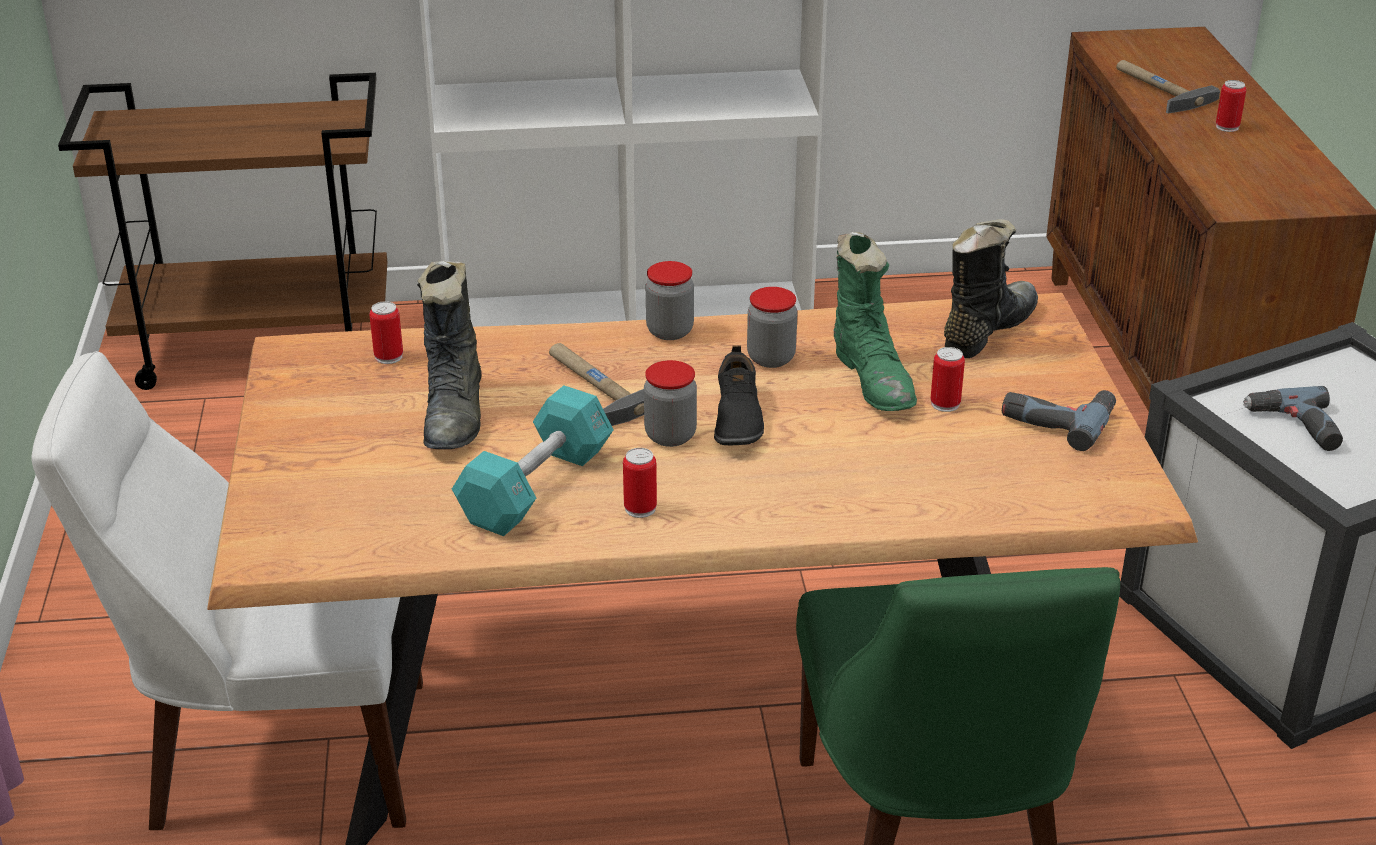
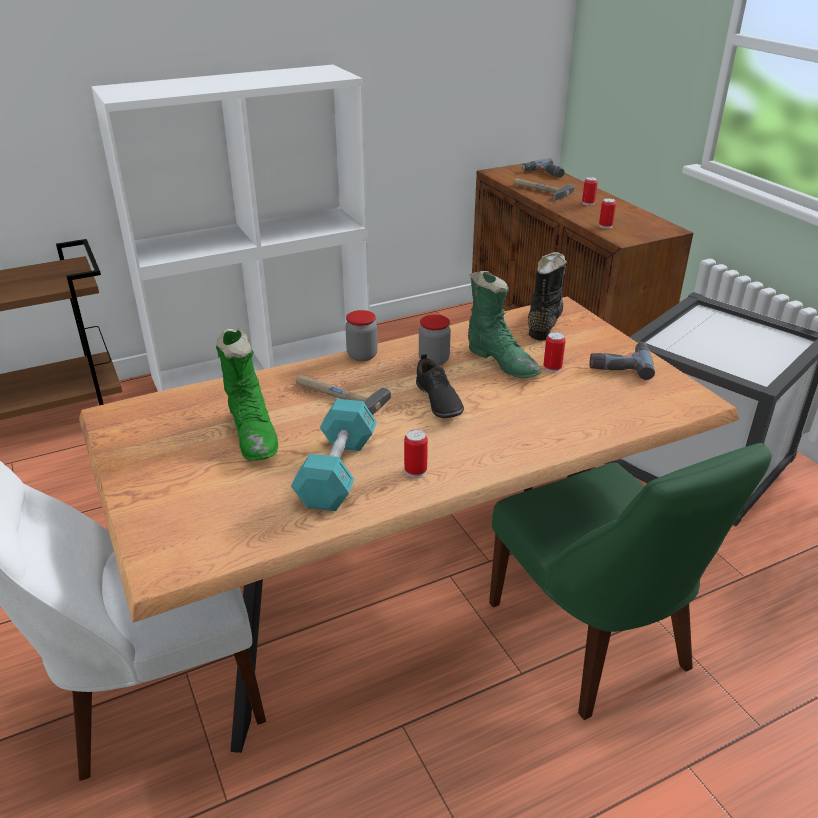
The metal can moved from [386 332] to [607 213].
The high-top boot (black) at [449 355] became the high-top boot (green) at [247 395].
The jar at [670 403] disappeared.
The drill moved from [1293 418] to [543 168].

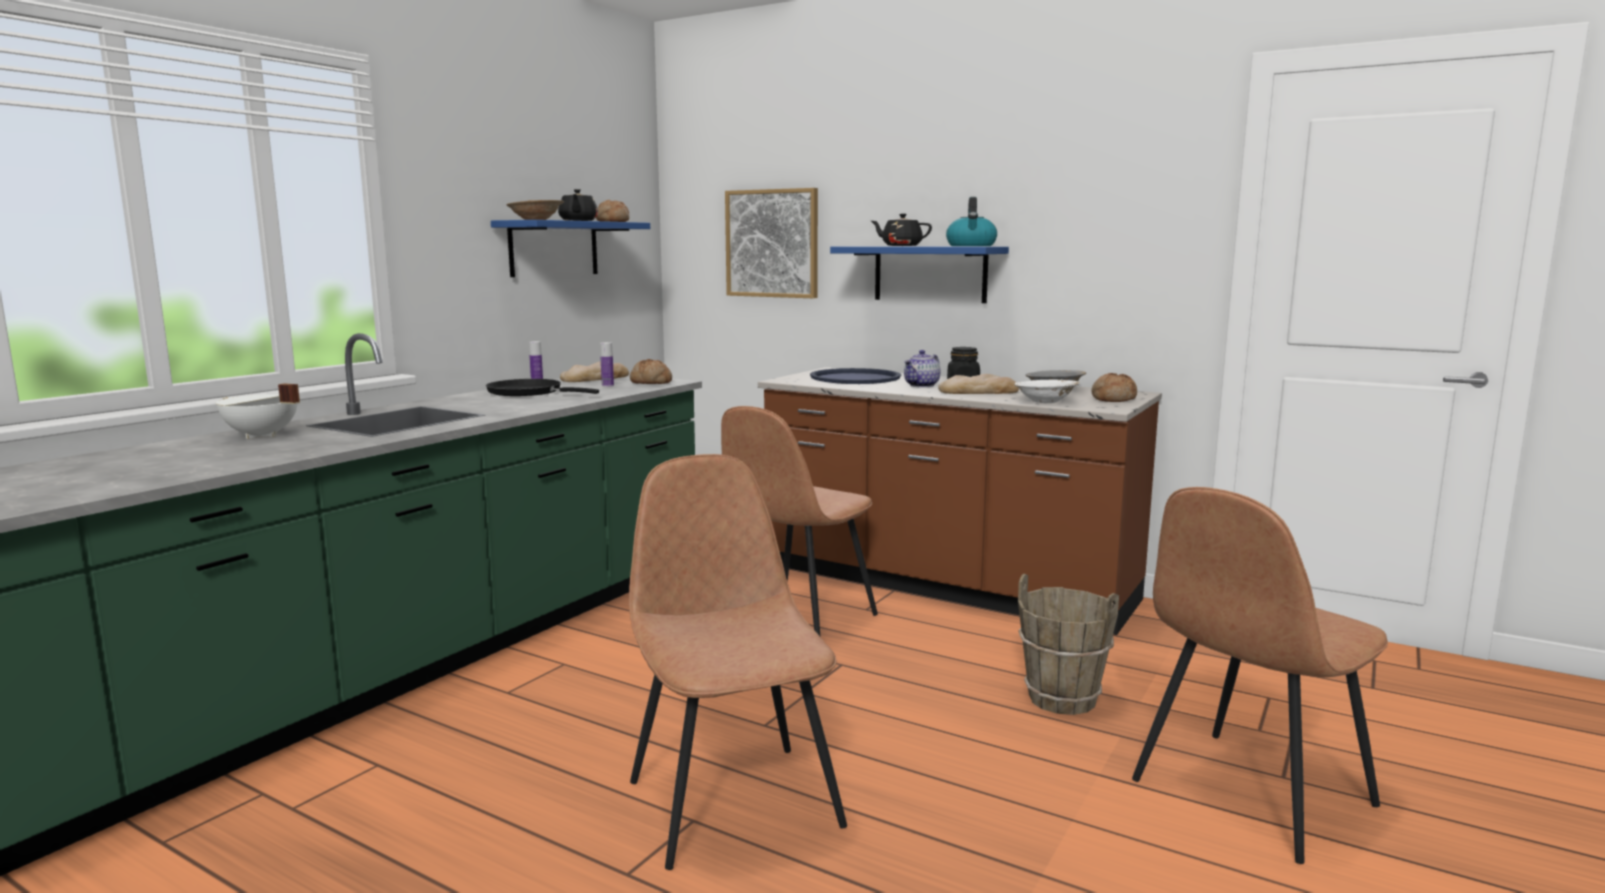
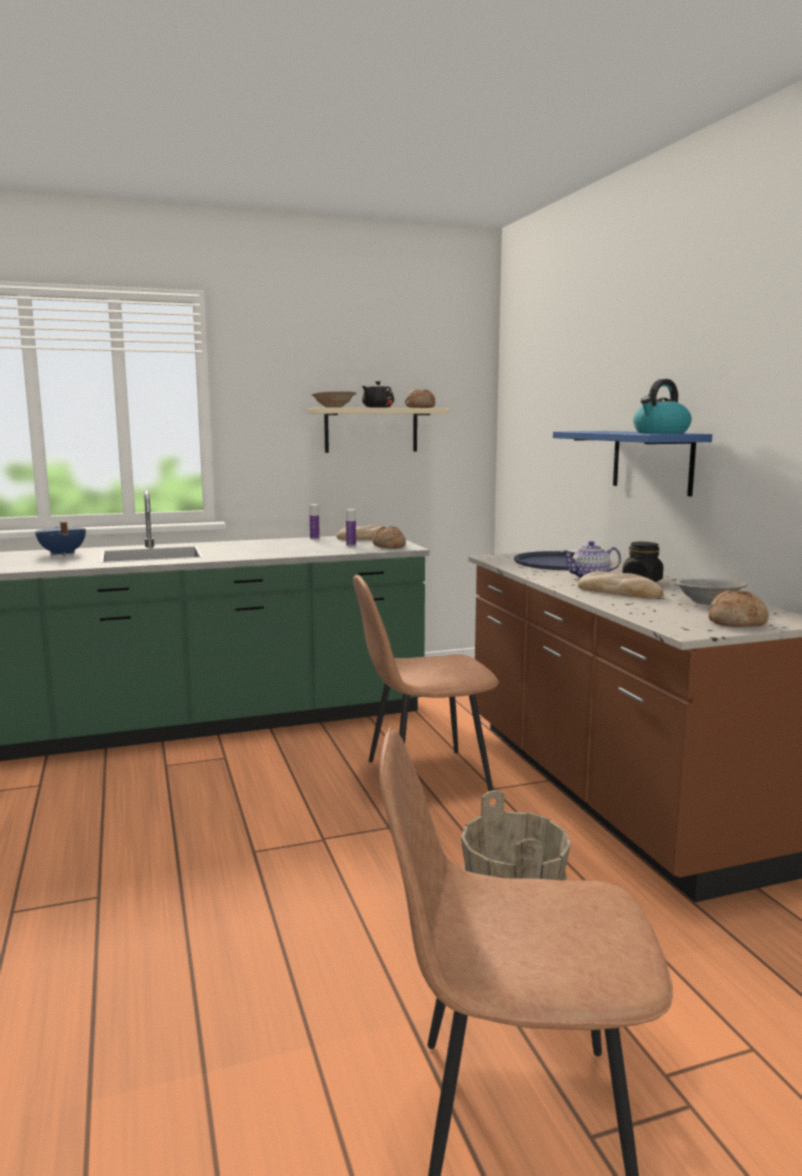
The stockpot (white) at [258 411] became the stockpot (blue-coloured) at [60 538].
The skillet (black) at [542 387] disappeared.
The shelf (blue-coloured) at [570 248] became the shelf (sand-coloured) at [378 430].
The upright chair (brownish) at [738 662] disappeared.
The wall art at [771 243] disappeared.
The pot for tea (black) at [901 230] disappeared.
The bowl (white) at [1047 391] disappeared.

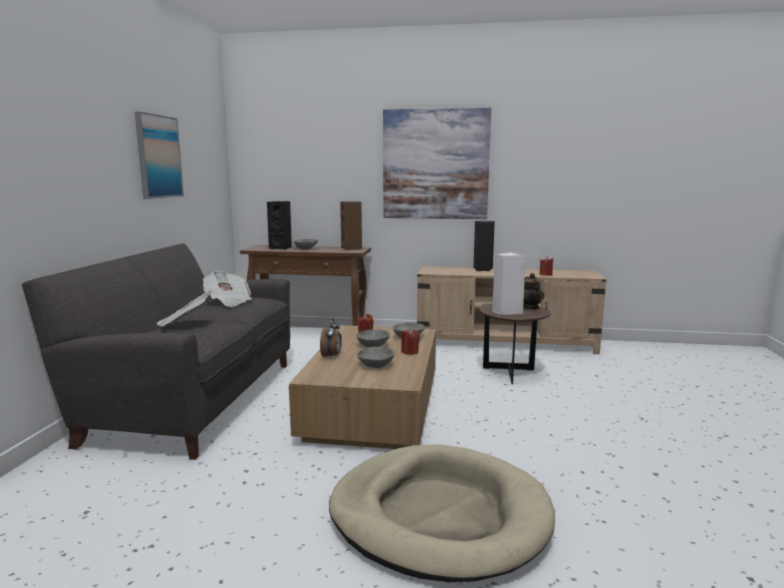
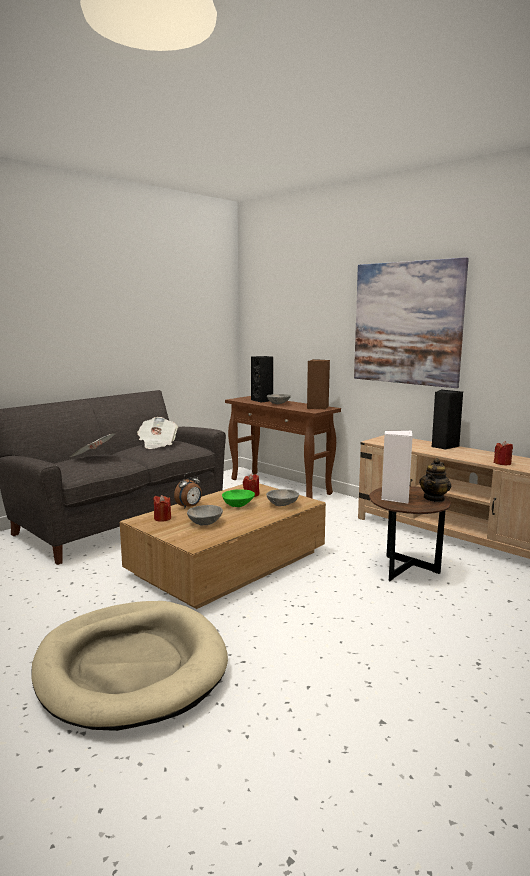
The wall art at [159 155] disappeared.
The bowl (greyish) at [373 338] became the bowl (green) at [238 498].
The wax candle (red-coloured) moved from [410 342] to [162 508].

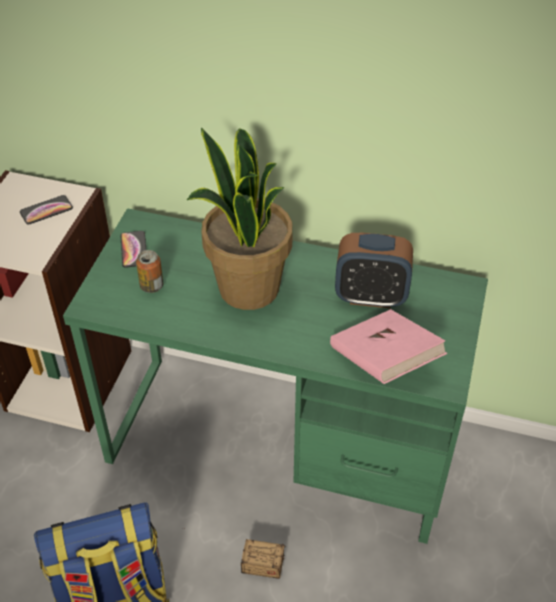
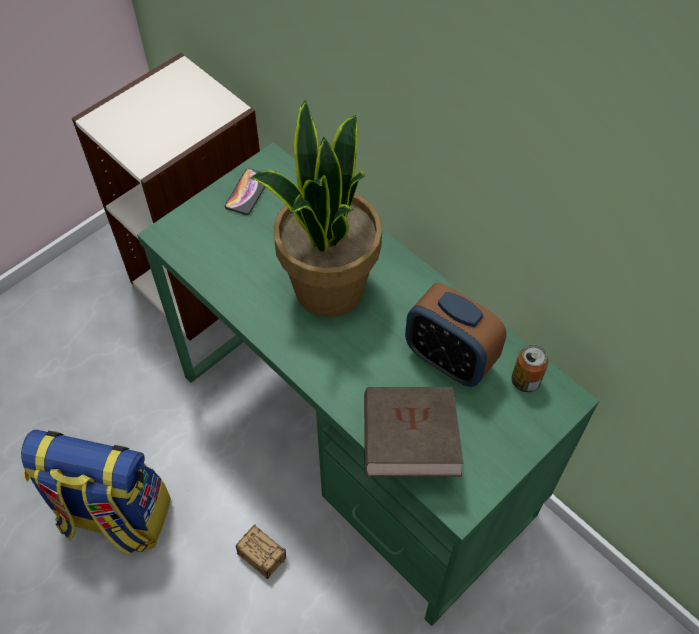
The phone at [46 209] disappeared.
The metal can moved from [149 271] to [530 368].
The bound book (pink) at [388 346] became the bound book (brownish) at [413 432].

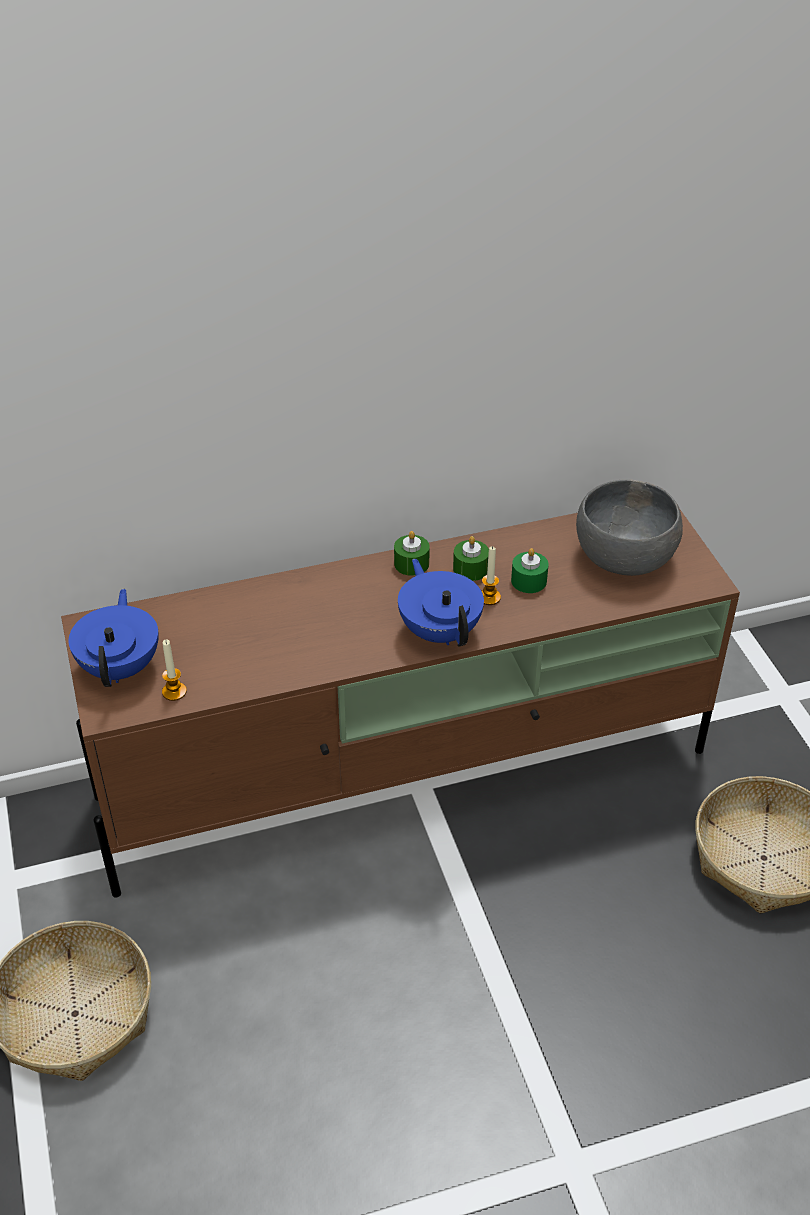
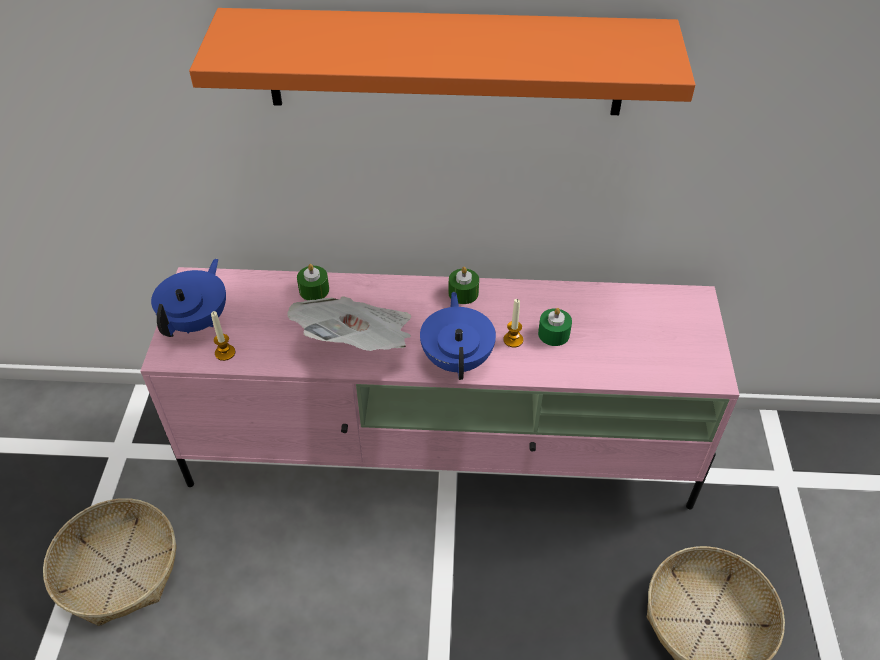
The tv unit (brownish) at [400 702] became the tv unit (pink) at [439 388].
The wax candle (green) moved from [471 558] to [313 282].
The bowl (greyish) at [629 528] disappeared.
The shelf (orange) at [442 61] appeared.
The daily paper at [349 323] appeared.

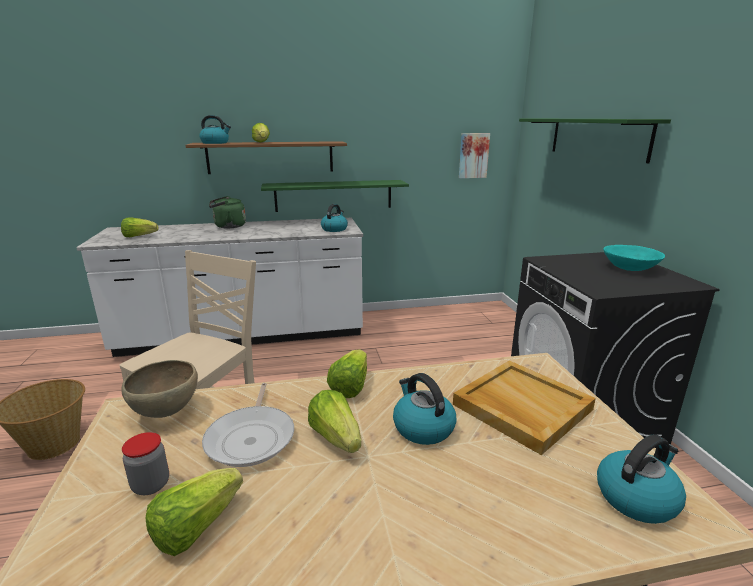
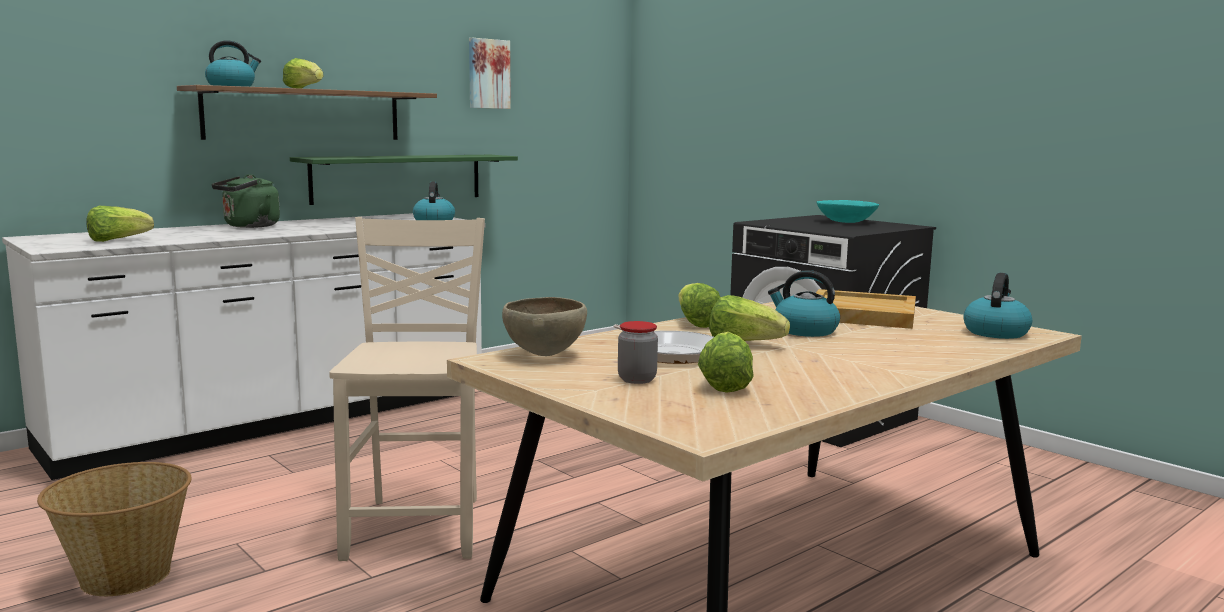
The wall art moved from [474 155] to [490 73].
The shelf (green) at [595 141] disappeared.

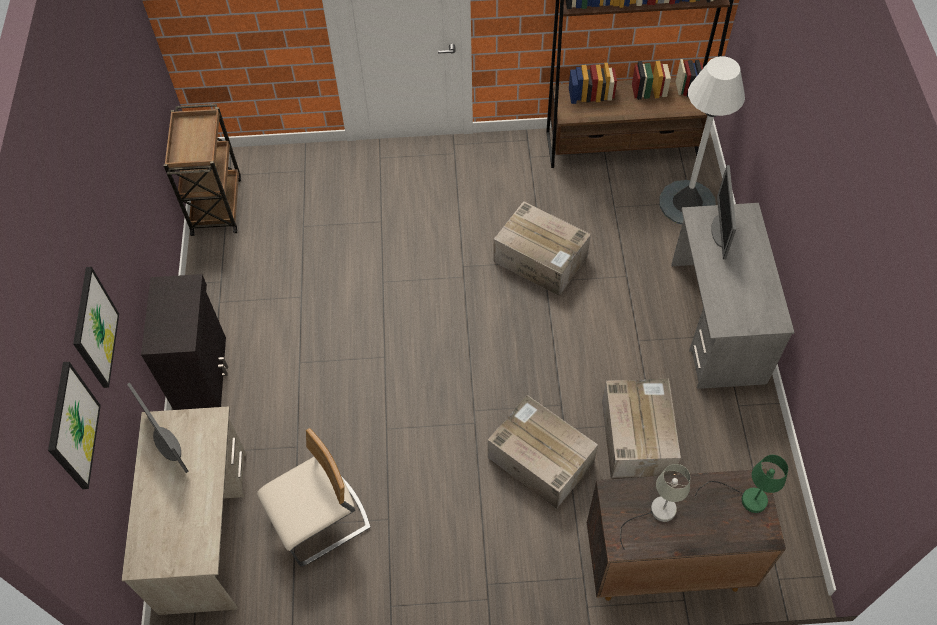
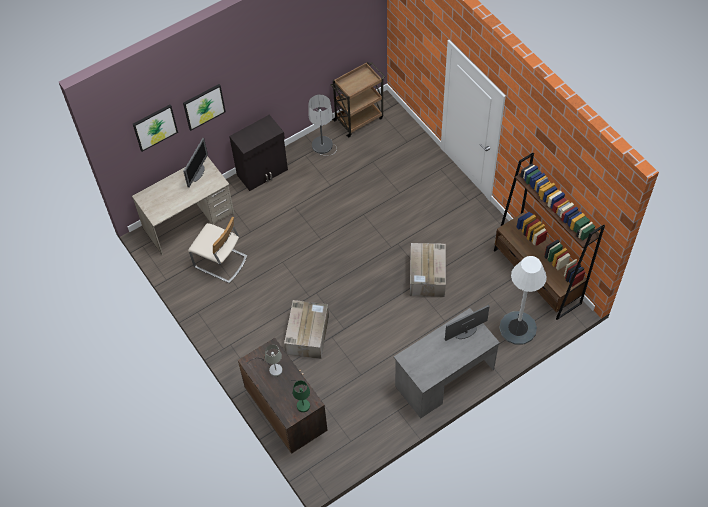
The cardboard box at [641 428] disappeared.
The standard lamp at [322 125] appeared.

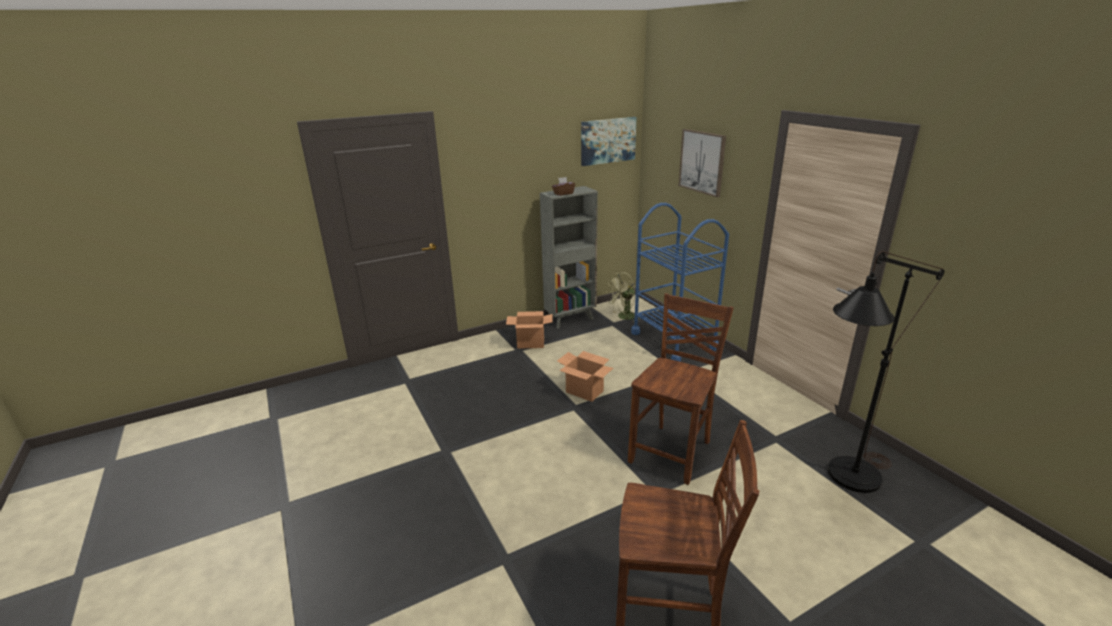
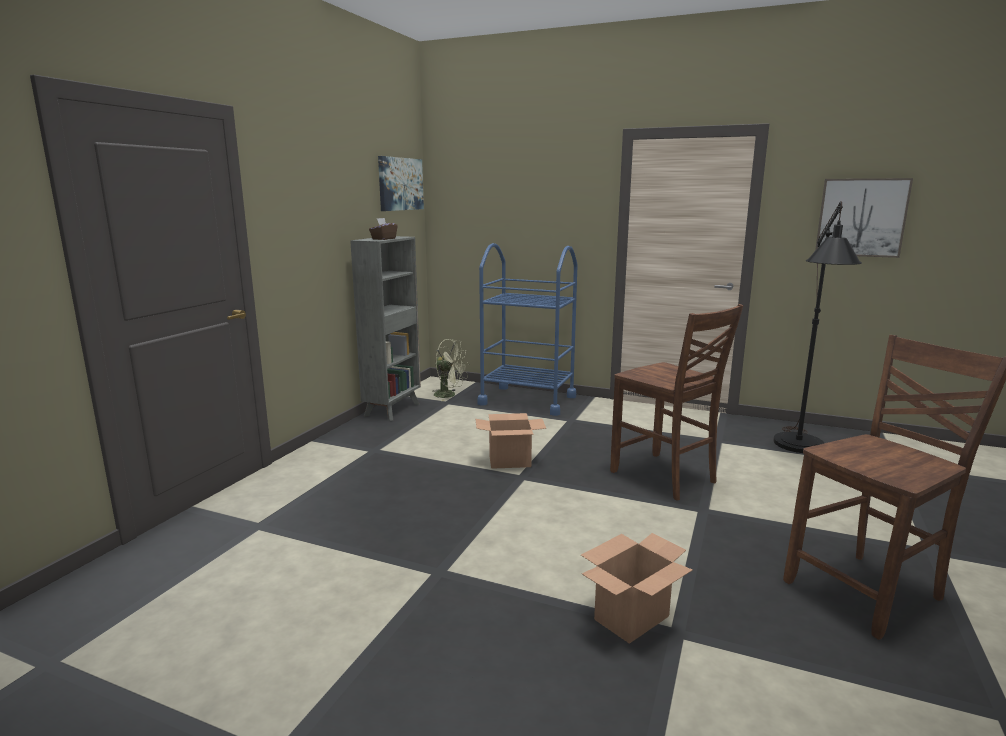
The cardboard box moved from [529 330] to [637 588].
The cooling fan (green) at [623 297] turned 90 degrees counterclockwise.
The upright chair (brownish) at [681 389] turned 150 degrees clockwise.
The wall art moved from [702 163] to [864 218].

